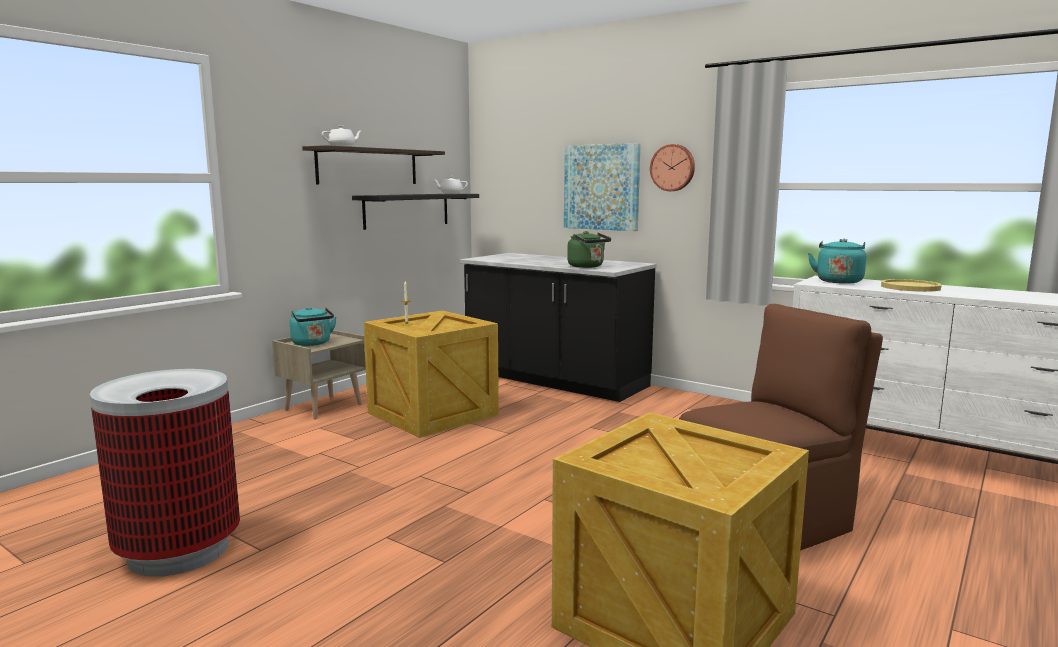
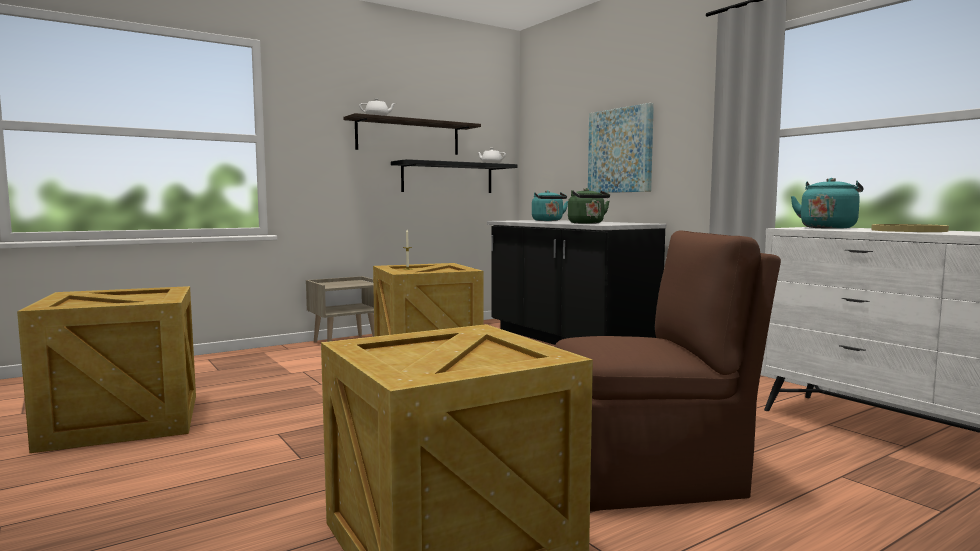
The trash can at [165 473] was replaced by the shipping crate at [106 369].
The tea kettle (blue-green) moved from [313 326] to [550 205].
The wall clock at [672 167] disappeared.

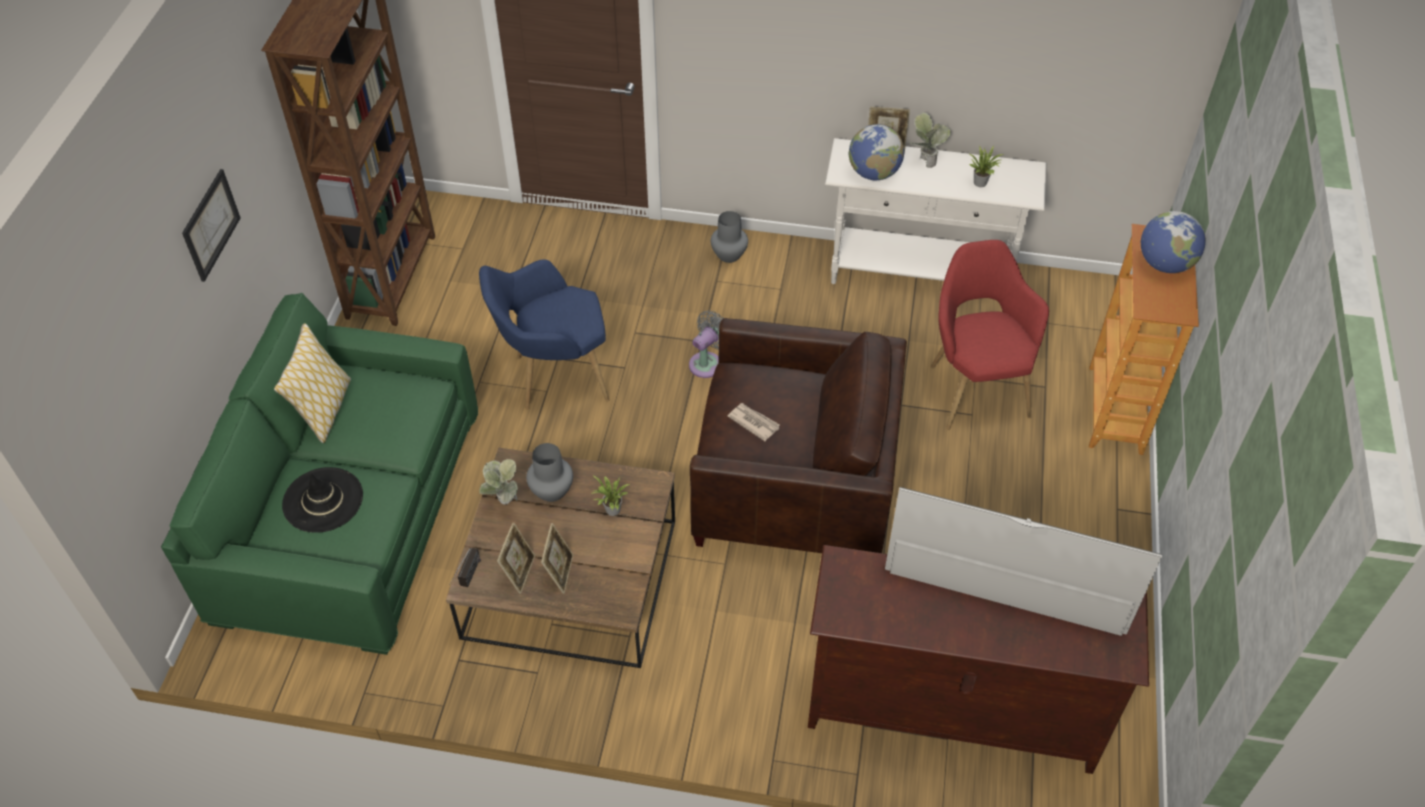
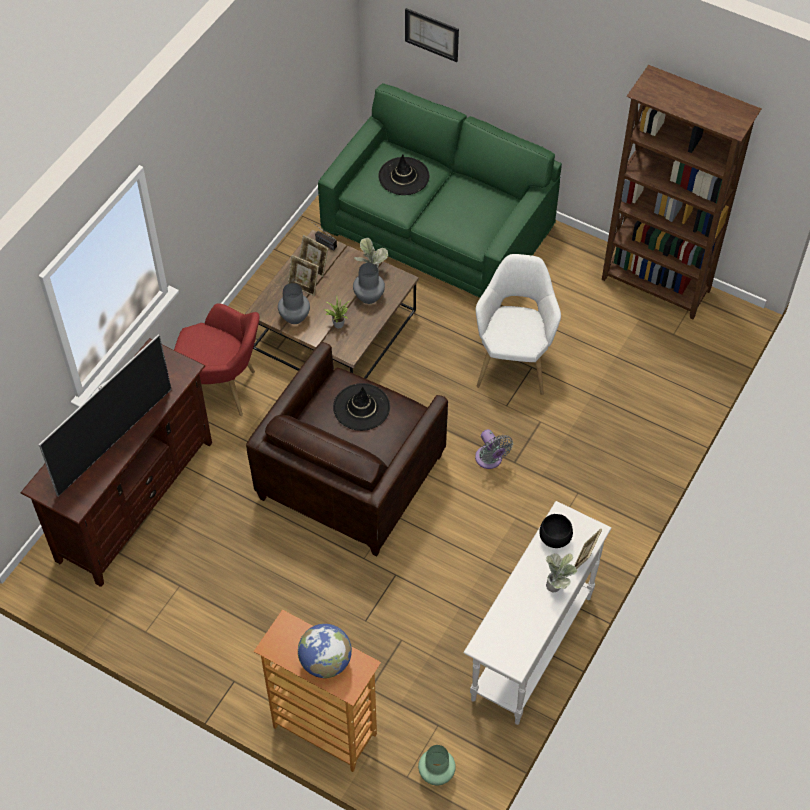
The wall art moved from [211 225] to [432 35].
The cushion at [312 383] disappeared.
The easy chair (blue-coloured) at [544 334] became the easy chair (white) at [518 324].
The flower vase (greyish) moved from [729 237] to [294 303].
The daily paper at [754 422] was replaced by the clothing hat (black) at [361 407].
The desk globe at [876 152] was replaced by the bowl (black) at [556 531].
The easy chair (red-coloured) moved from [990 335] to [217 359].
The houseplant at [986 166] disappeared.
The flower vase (green) at [437 765] appeared.

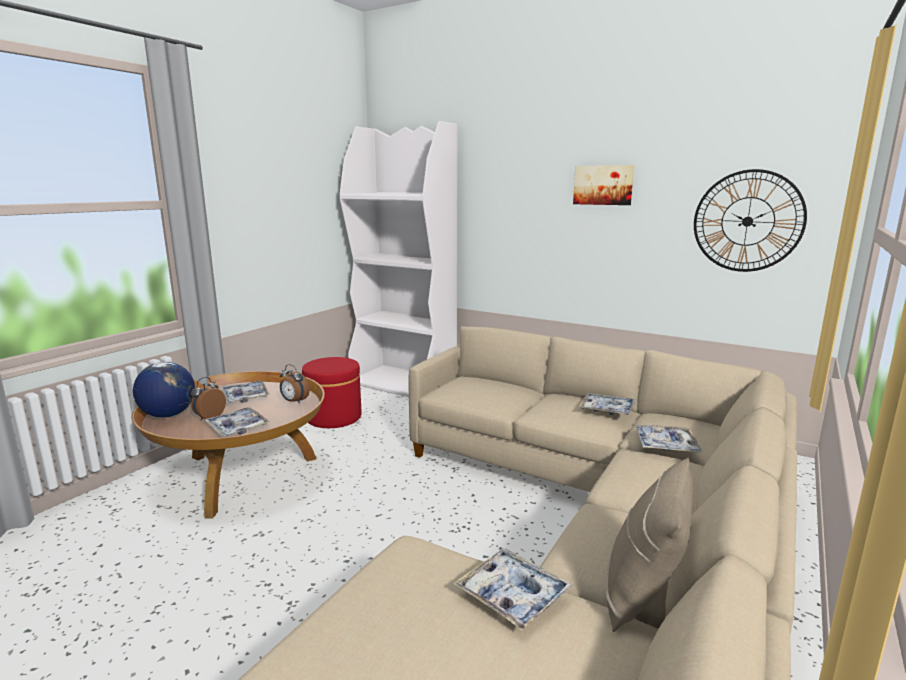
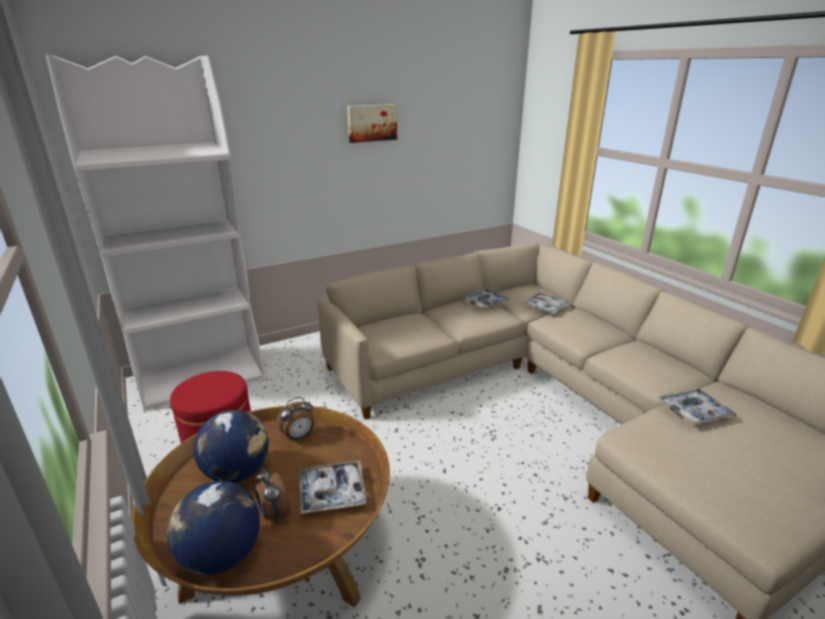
The serving tray at [245 392] was replaced by the desk globe at [231 446].
The cushion (sand-coloured) at [649 545] disappeared.
The wall clock at [750 220] disappeared.

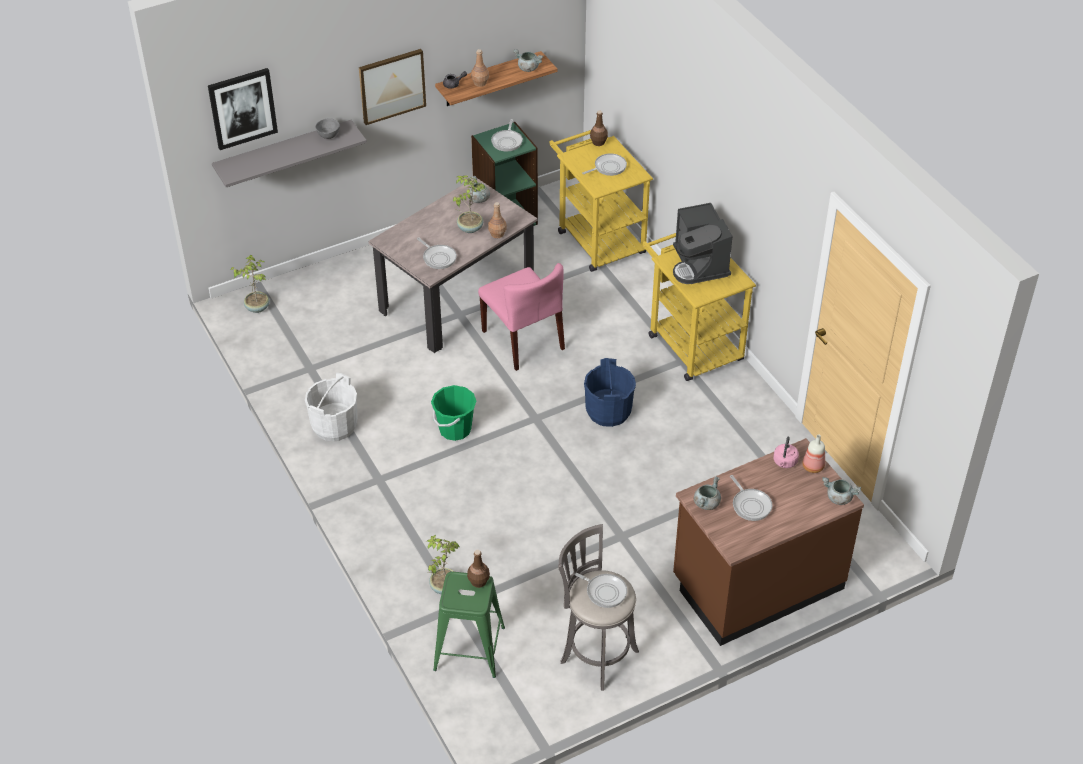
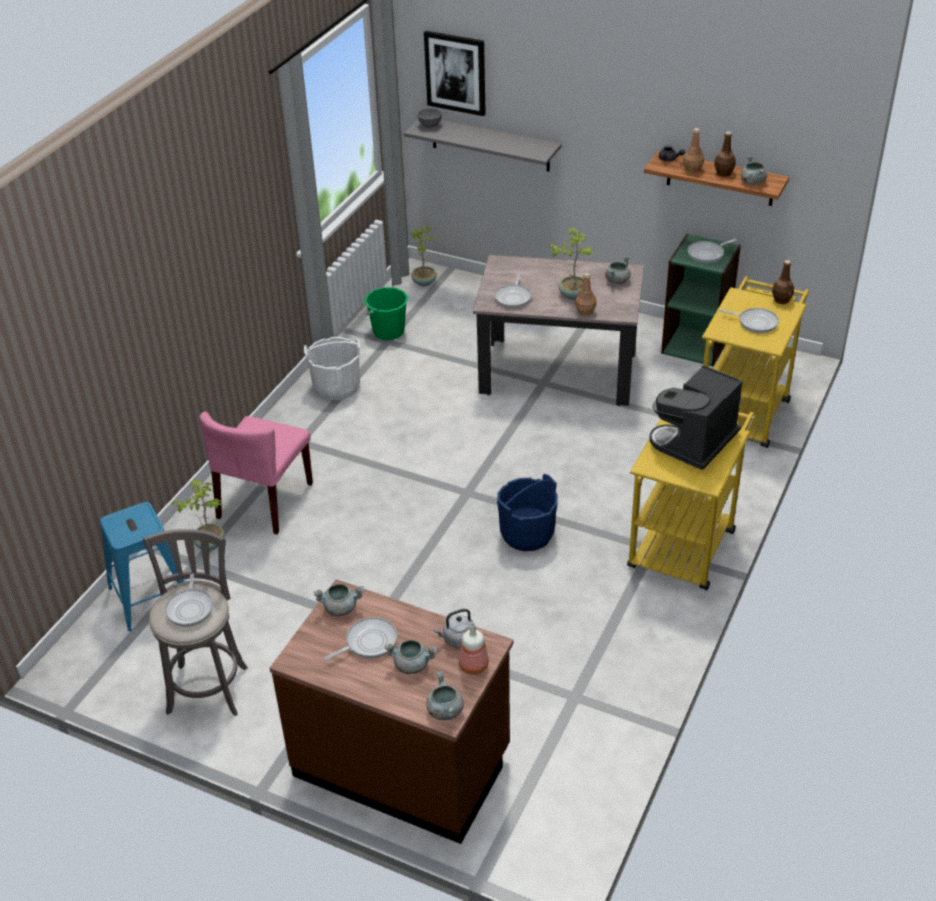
The bowl (greyish) moved from [327 128] to [429 118].
The wall art at [392 87] disappeared.
The bucket (green) moved from [453 413] to [386 313].
The stool (green) at [469 625] became the stool (blue-coloured) at [142 566].
The beverage bottle (brownish) moved from [478 569] to [725 154].
The upright chair (pink) moved from [521 317] to [256 473].
The skillet at [751 498] turned 150 degrees counterclockwise.
The tea kettle (pink) at [786 452] became the tea kettle (greyish) at [453 628].
The stockpot (greyish) at [411 657] appeared.

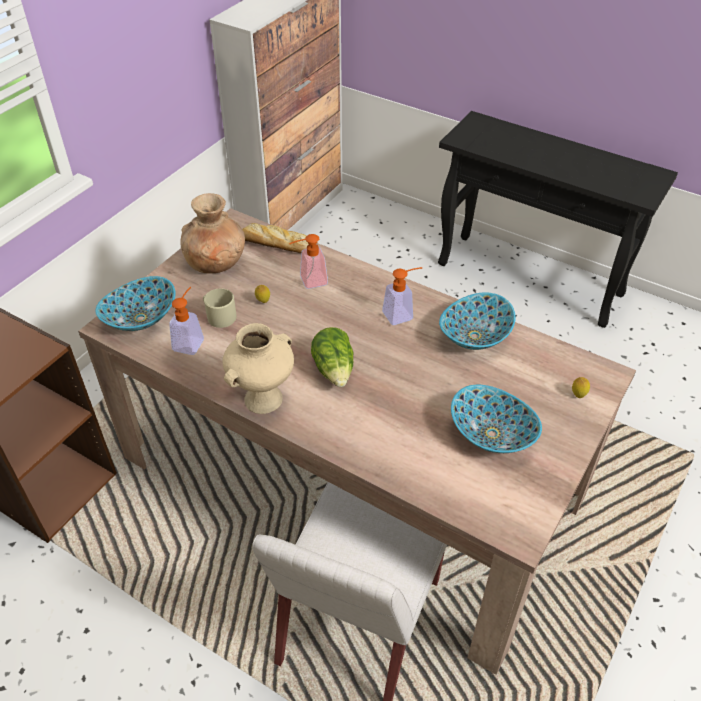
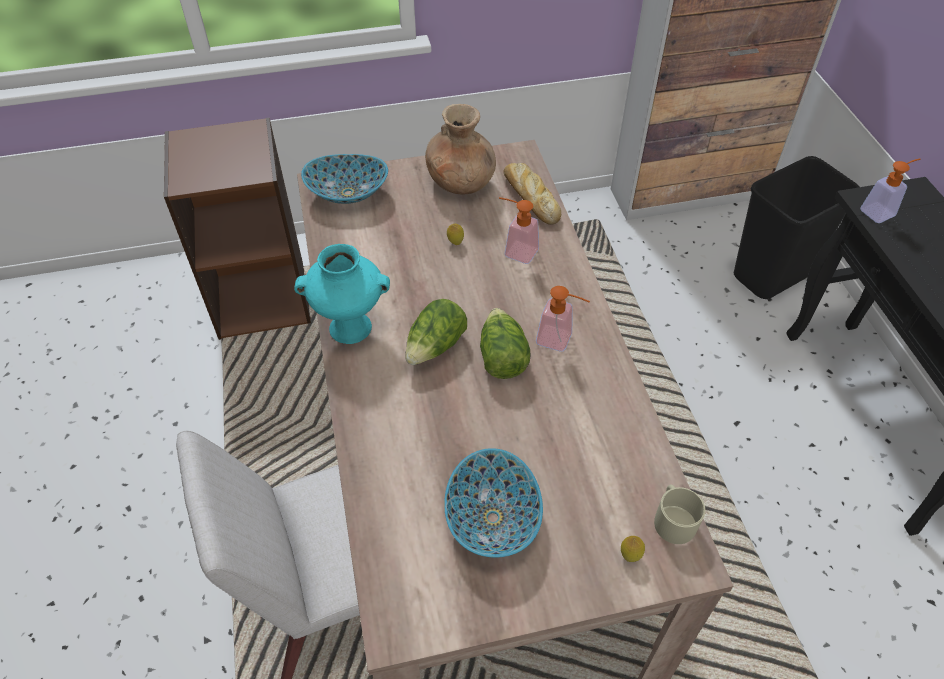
The soap dispenser moved from [186 321] to [890 190].
The mug (sand-coloured) moved from [219 308] to [679 514].
The flower vase (sand-coloured) at [258 368] became the flower vase (blue-green) at [342 294].
The bowl at [477 321] disappeared.
The lettuce at [505 343] appeared.
The trash can (black) at [797 227] appeared.

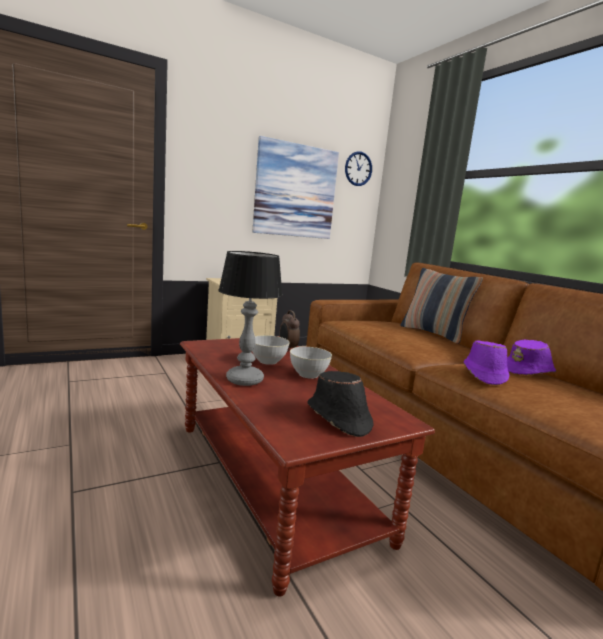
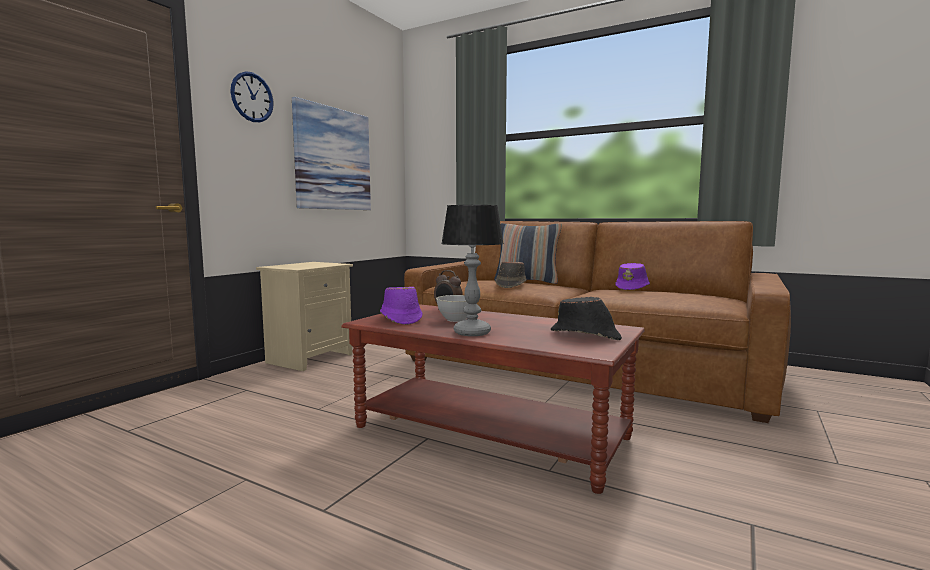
The bowl (greyish) at [311 363] disappeared.
The wall clock moved from [358 168] to [252 96].
The clothing hat (purplish) moved from [486 362] to [401 306].
The clothing hat (brownish) at [511 274] appeared.

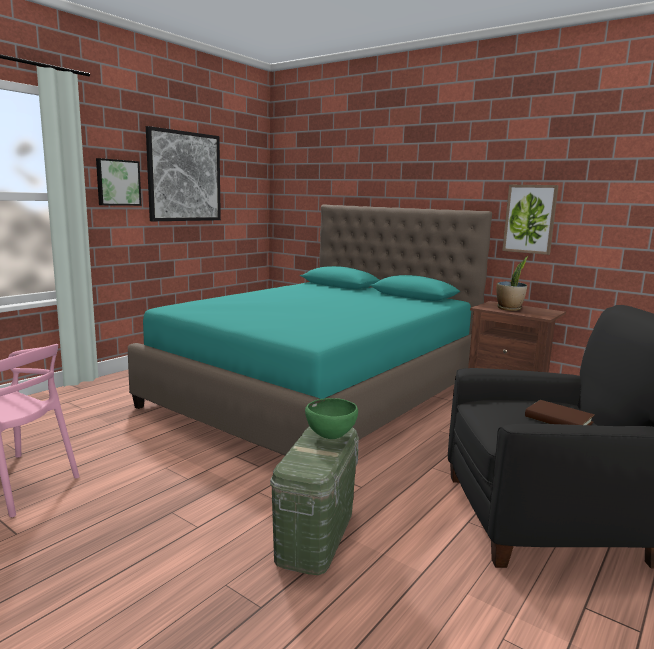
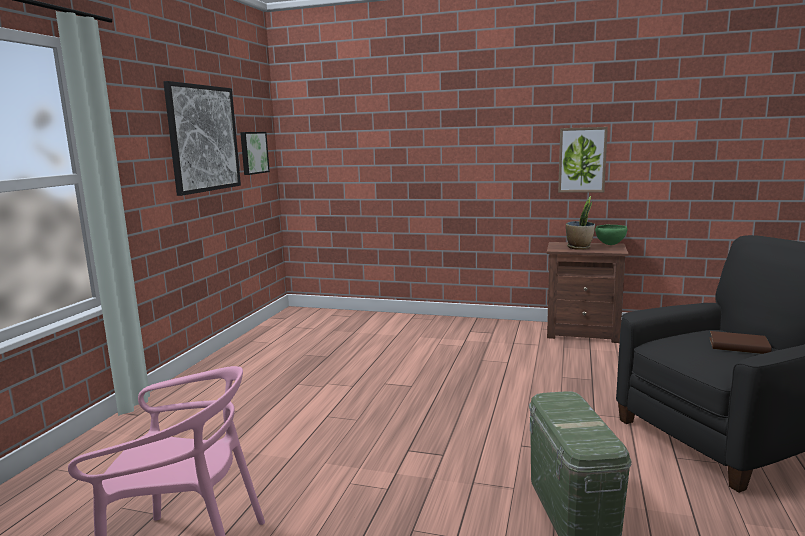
The wall art moved from [118 182] to [255 153].
The sleeping bed (blue-green) at [310 329] disappeared.
The bowl (green) moved from [331 418] to [611 235].

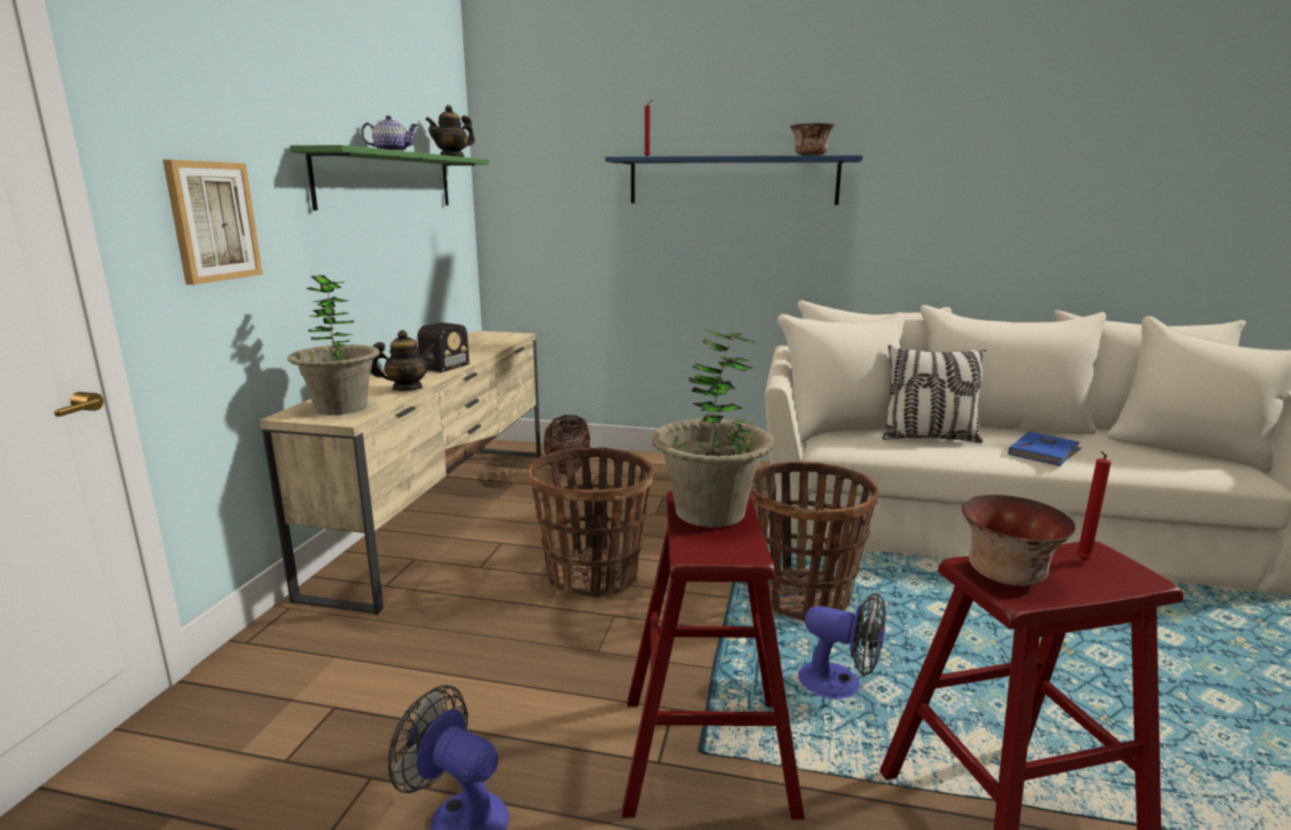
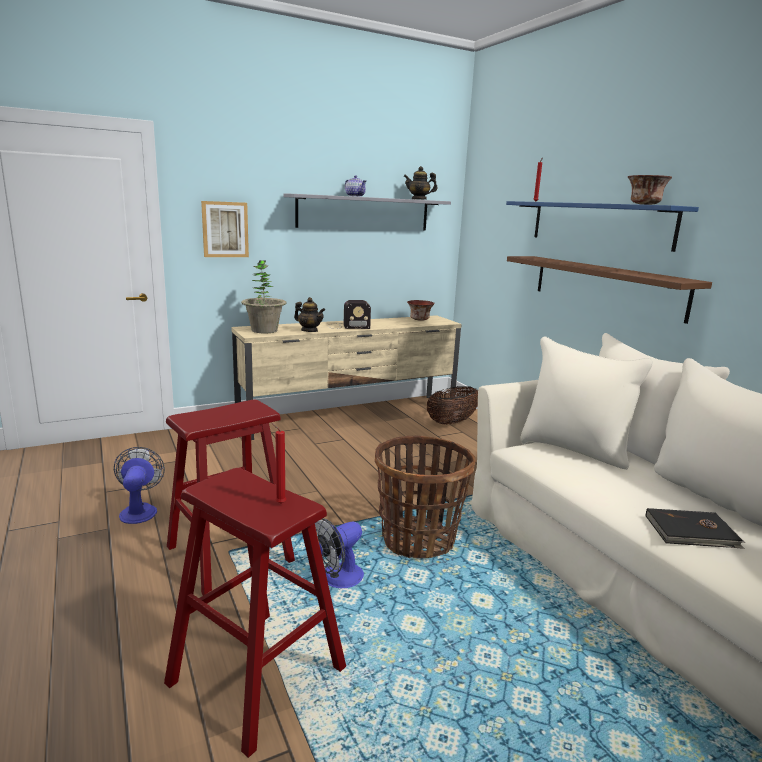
The shelf (green) at [389 177] became the shelf (greyish) at [367 212].
The basket at [591 522] disappeared.
The houseplant at [713 427] disappeared.
The cooling fan at [842 645] turned 60 degrees clockwise.
The cushion at [934 394] disappeared.
The bowl moved from [1019 540] to [420 310].
The bound book (blue-coloured) at [1045 449] became the bound book (black) at [695 528].
The shelf (brownish) at [609 290] appeared.

